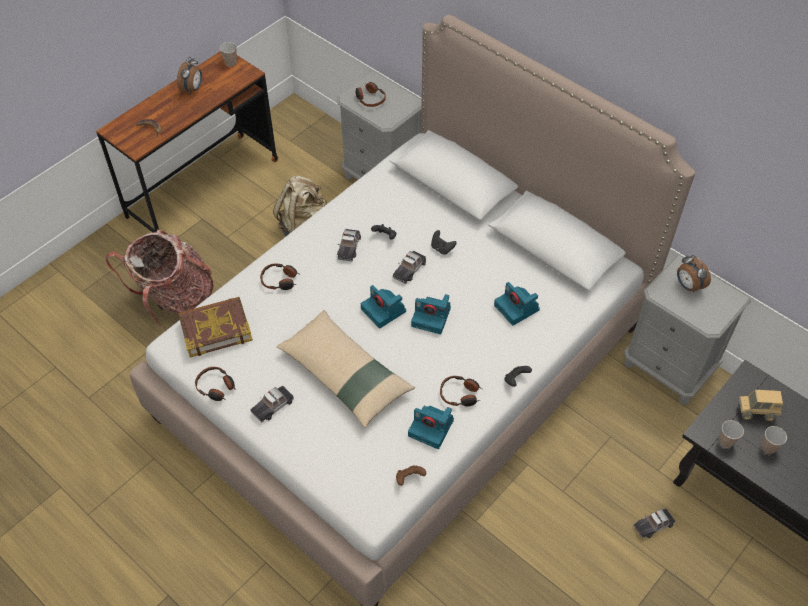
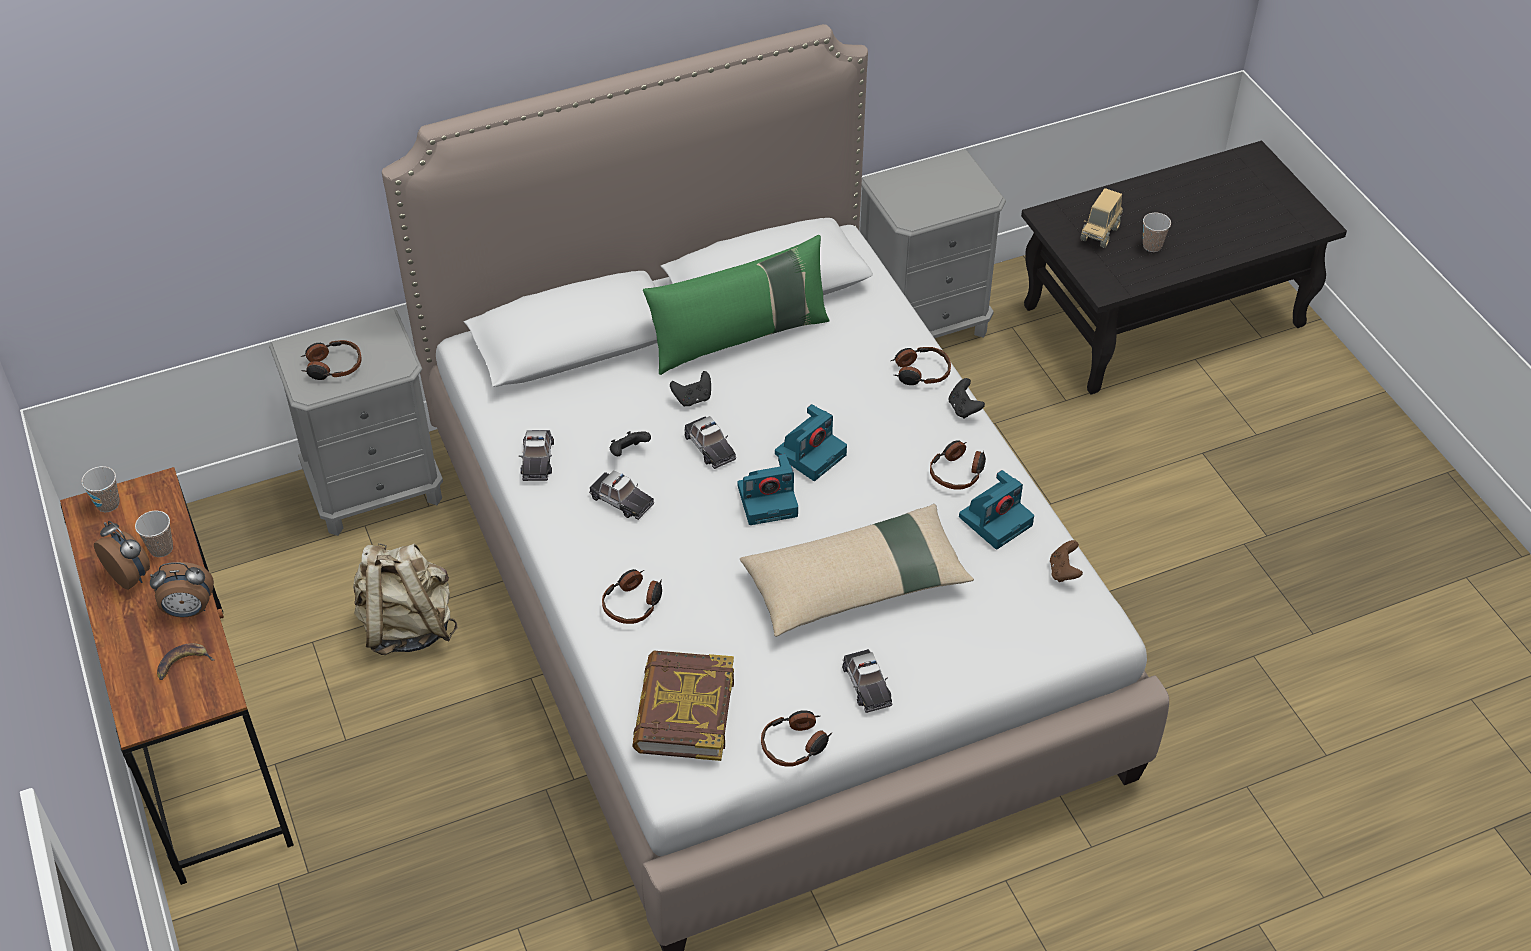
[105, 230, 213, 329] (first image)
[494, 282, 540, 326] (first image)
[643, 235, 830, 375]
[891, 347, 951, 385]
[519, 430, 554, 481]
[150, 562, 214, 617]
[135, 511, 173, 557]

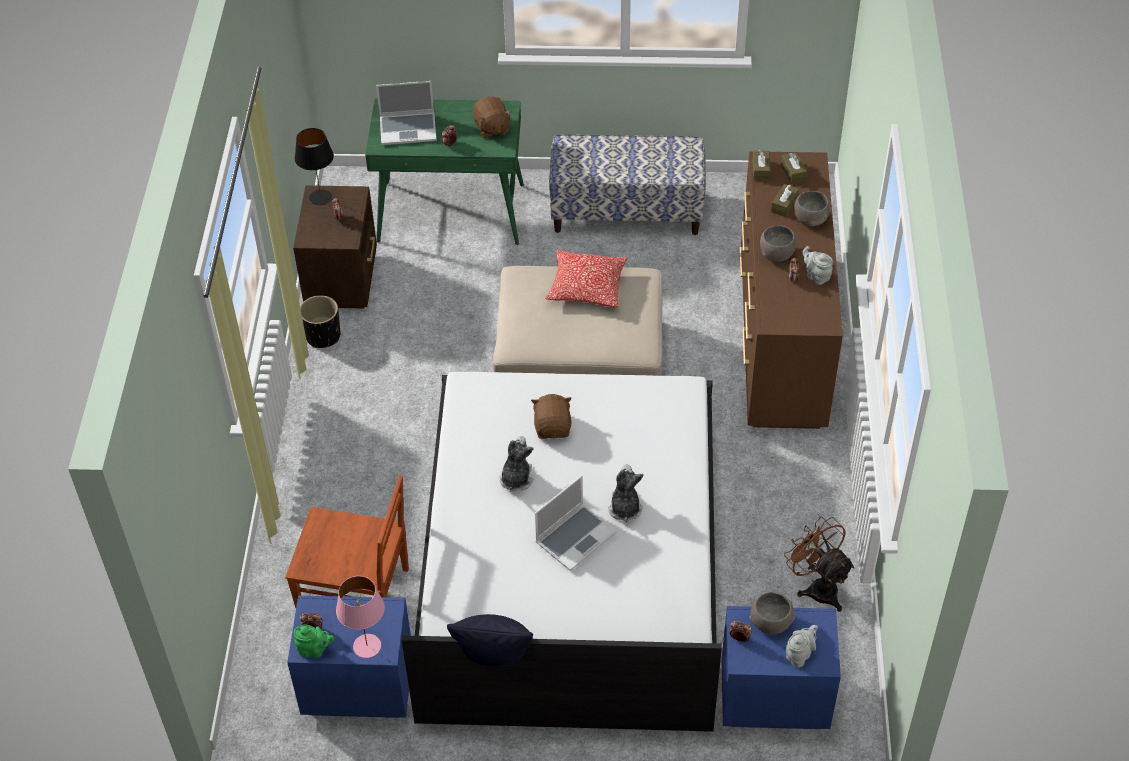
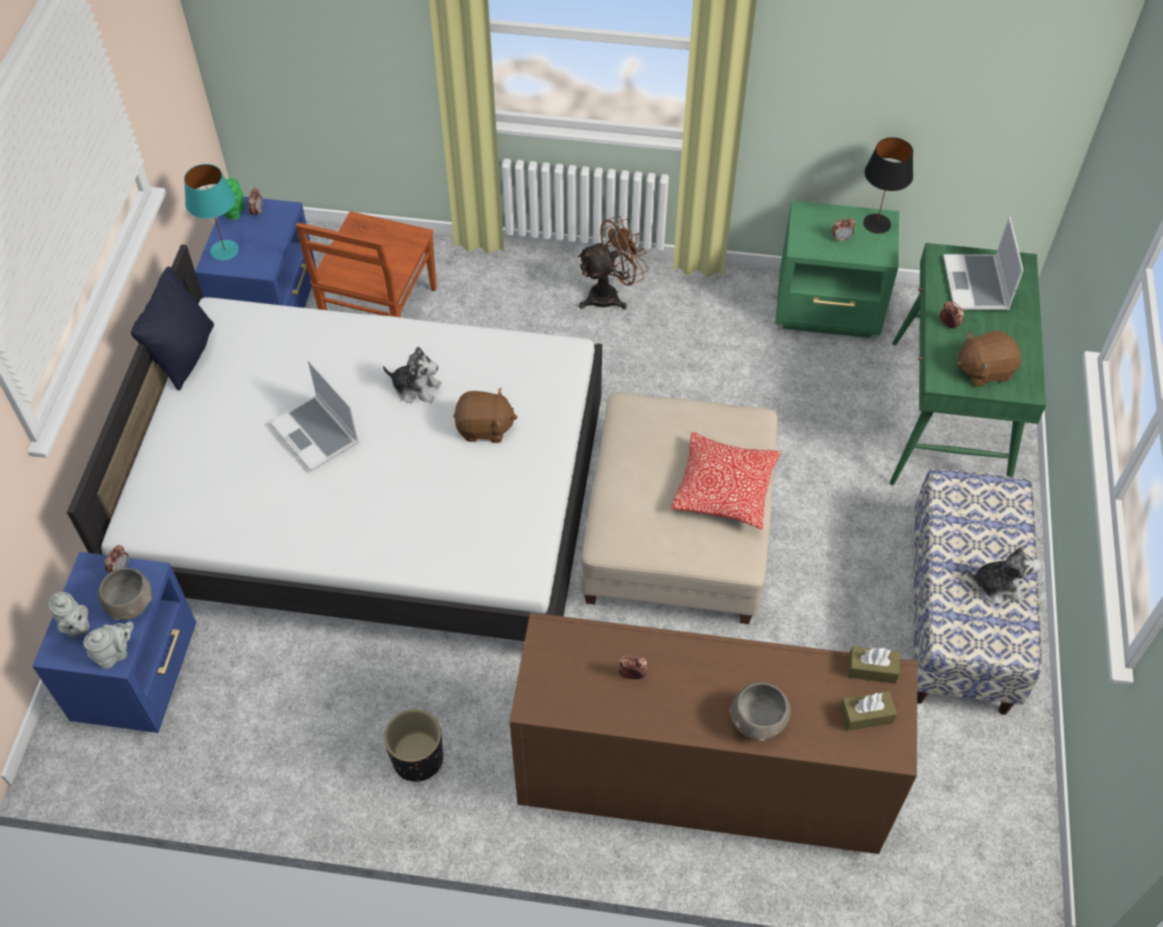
[760, 225, 797, 262] (first image)
[771, 184, 799, 217] (first image)
[384, 709, 443, 782]
[967, 546, 1042, 605]
[577, 216, 649, 309]
[83, 622, 134, 669]
[775, 200, 899, 338]
[184, 164, 239, 260]

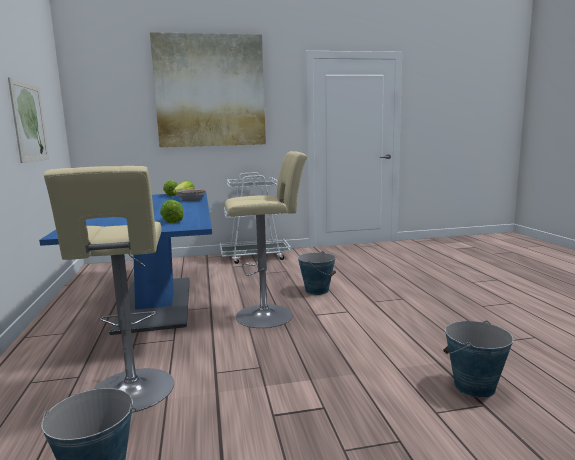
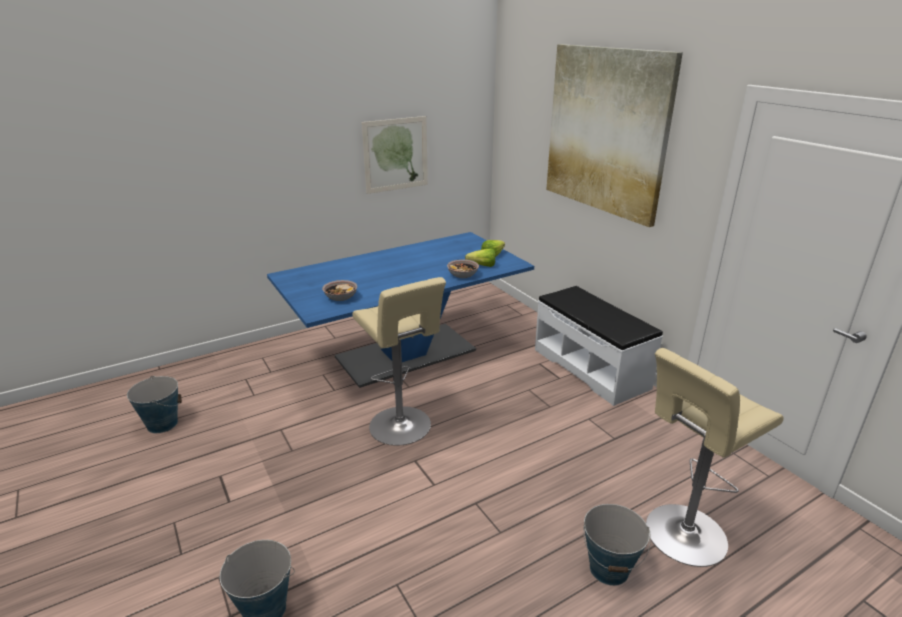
[646, 348, 783, 567]
[583, 504, 651, 586]
[322, 280, 357, 301]
[535, 286, 663, 406]

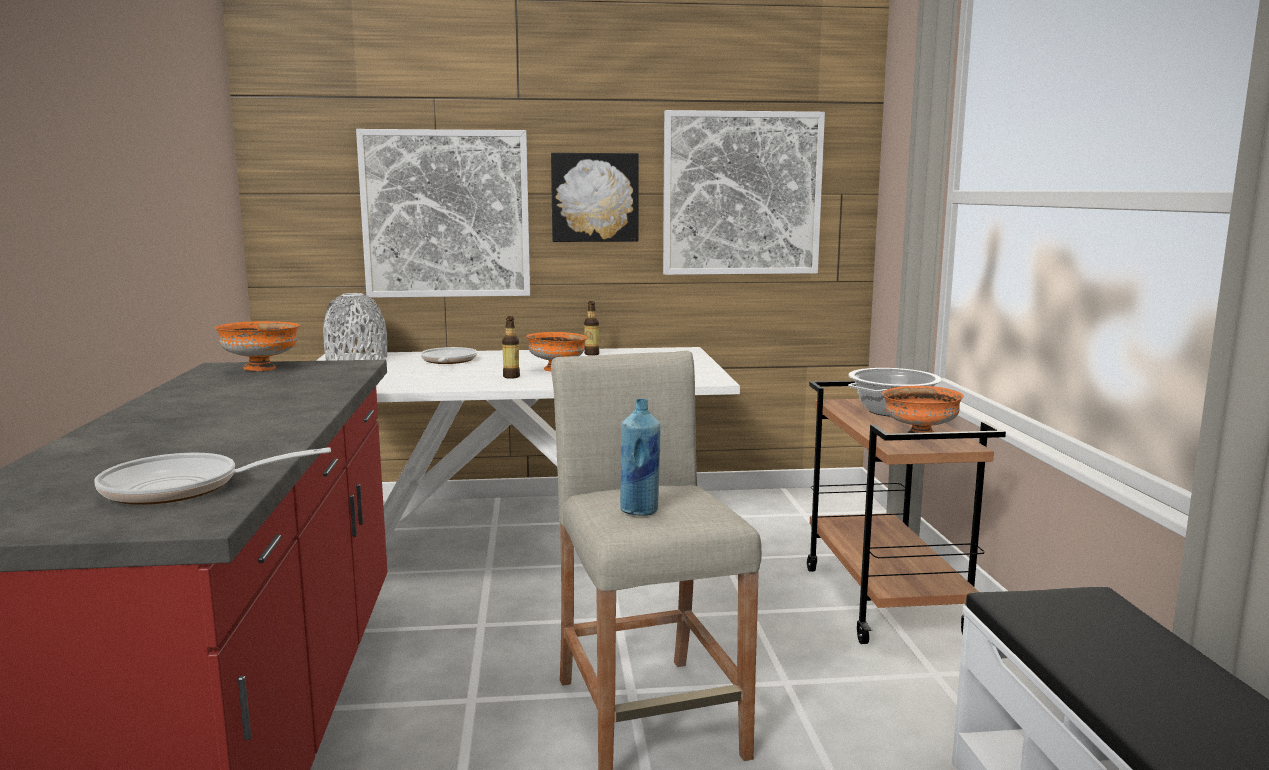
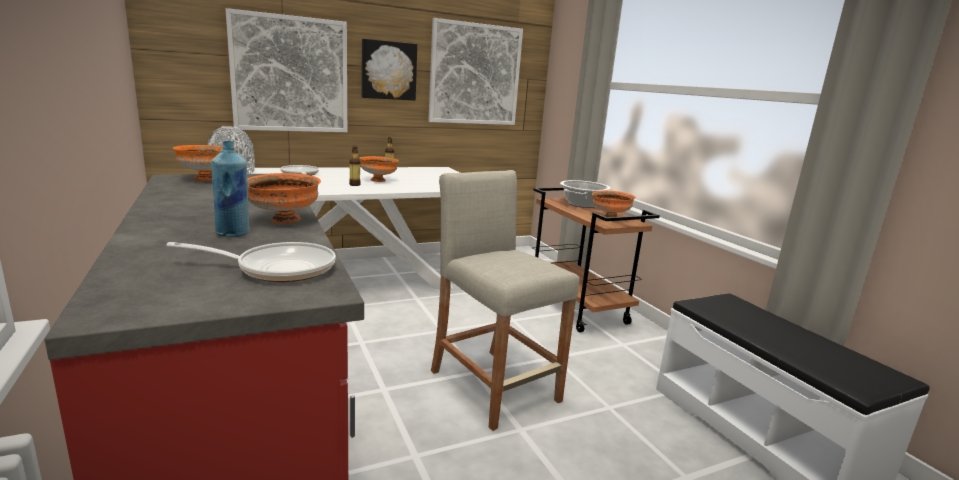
[247, 173, 321, 224]
[211, 141, 249, 237]
[166, 242, 336, 282]

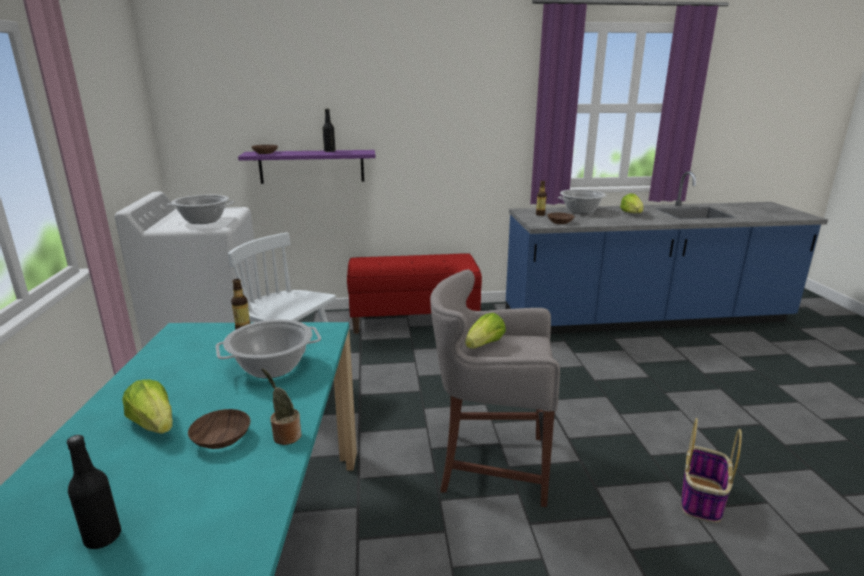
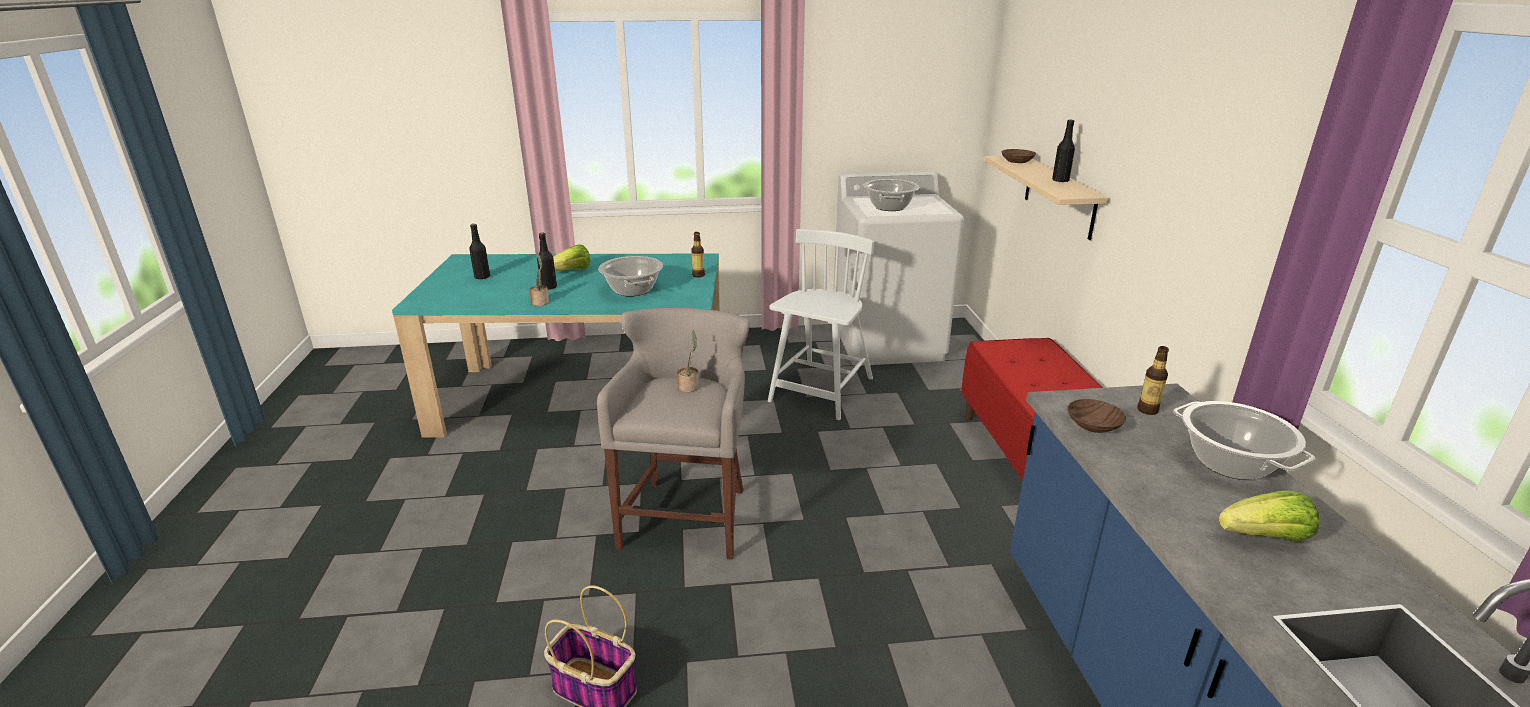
[537, 233, 557, 290]
[677, 331, 699, 393]
[984, 156, 1109, 240]

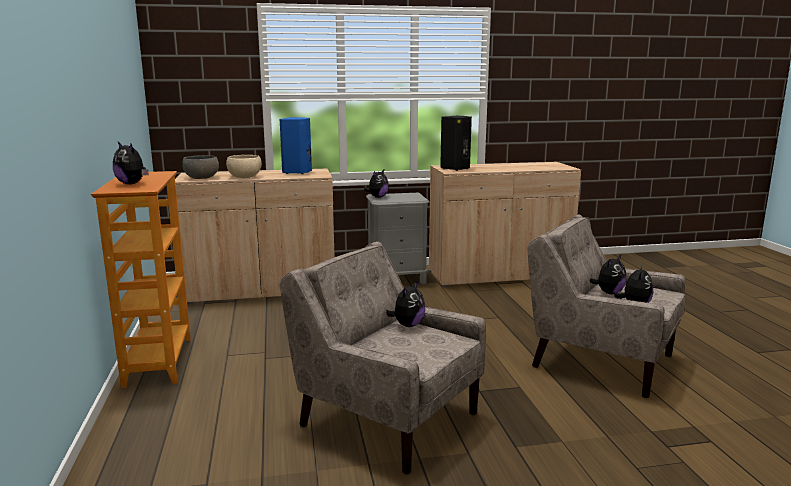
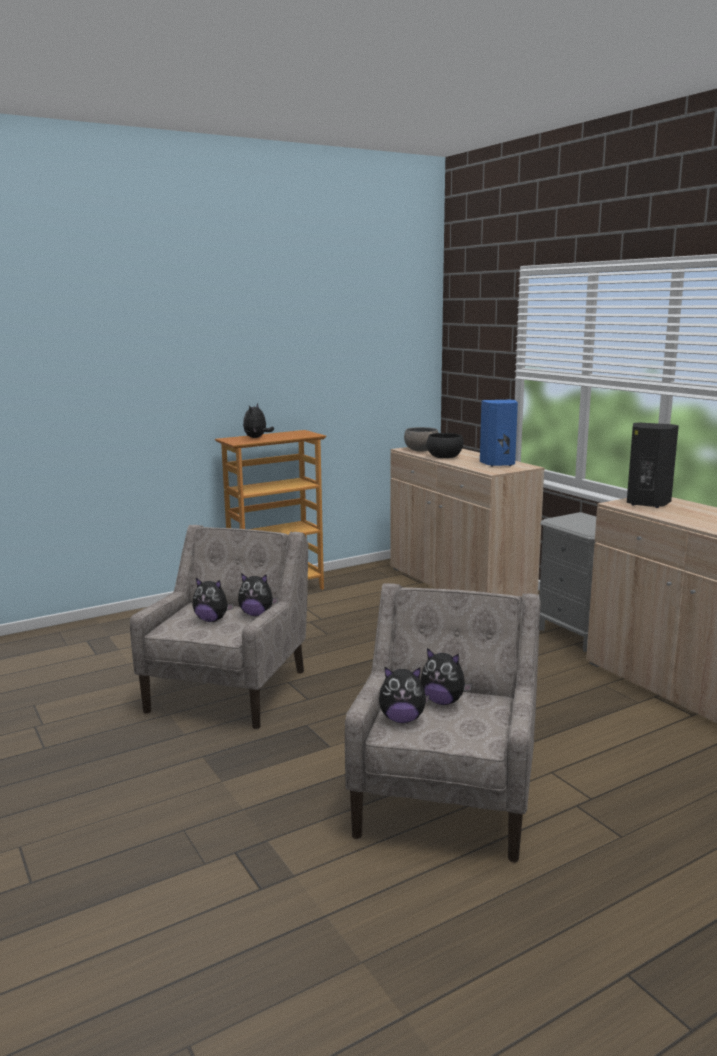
[192, 578, 234, 622]
[427, 433, 464, 458]

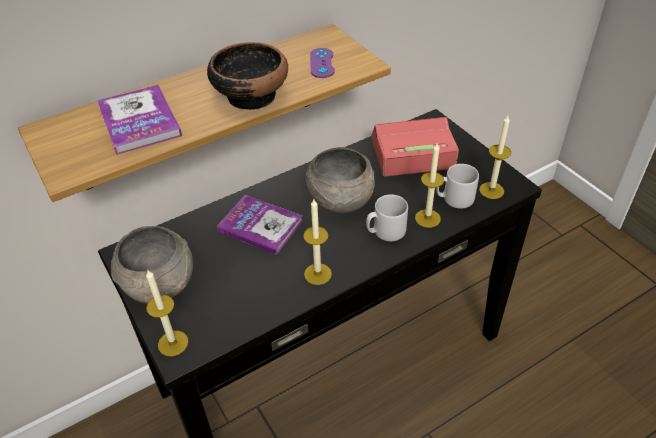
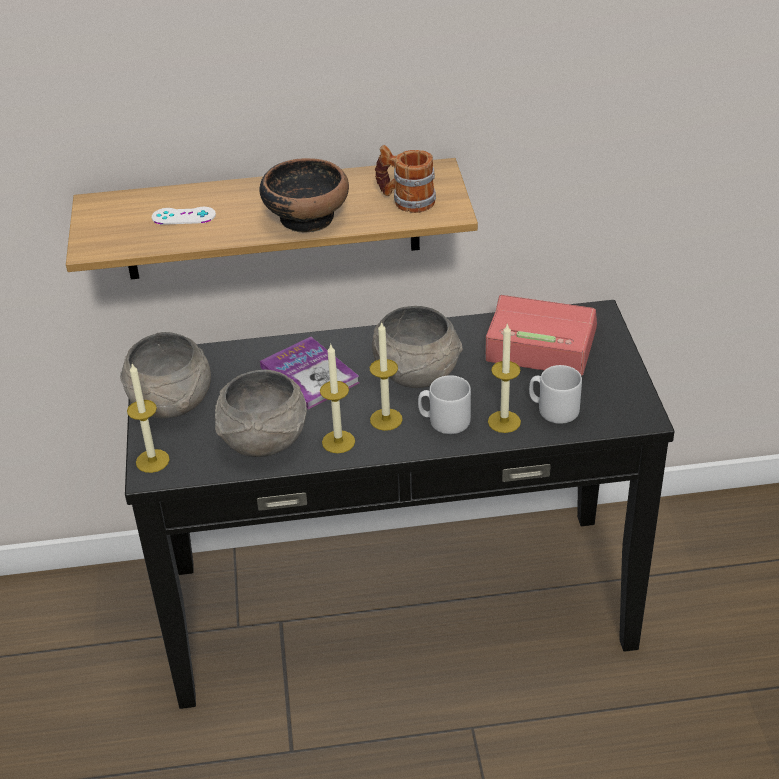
[215, 370, 307, 457]
[370, 321, 403, 431]
[152, 207, 216, 225]
[375, 145, 436, 213]

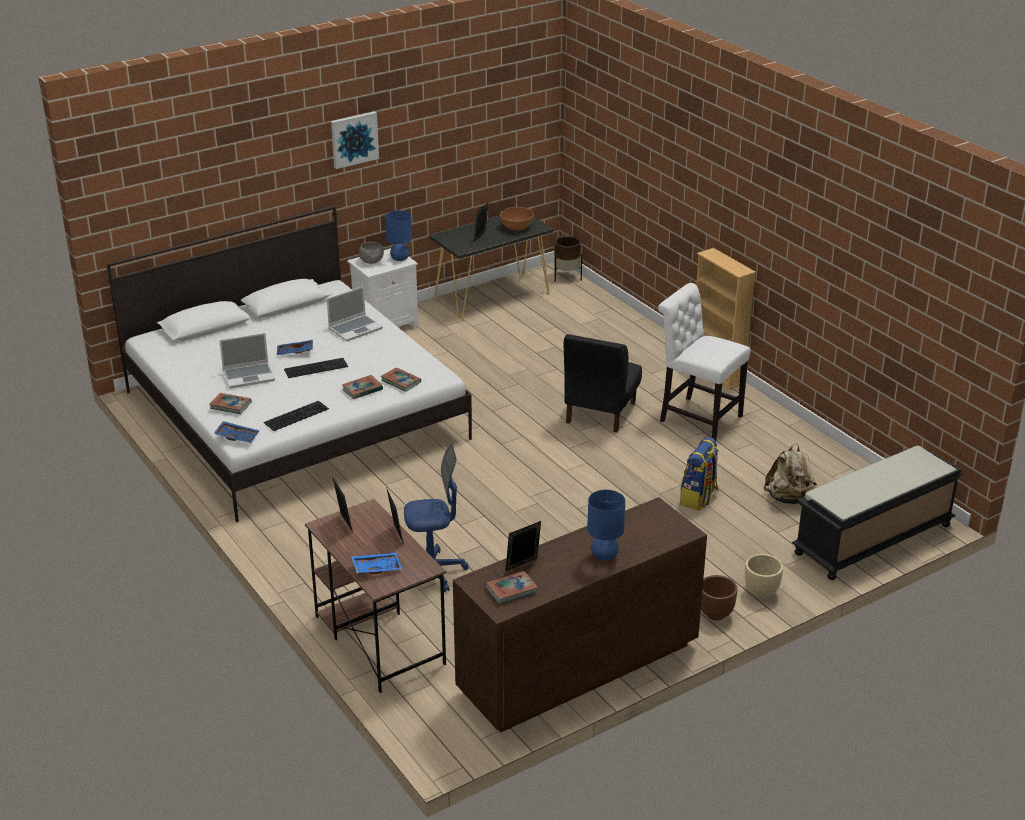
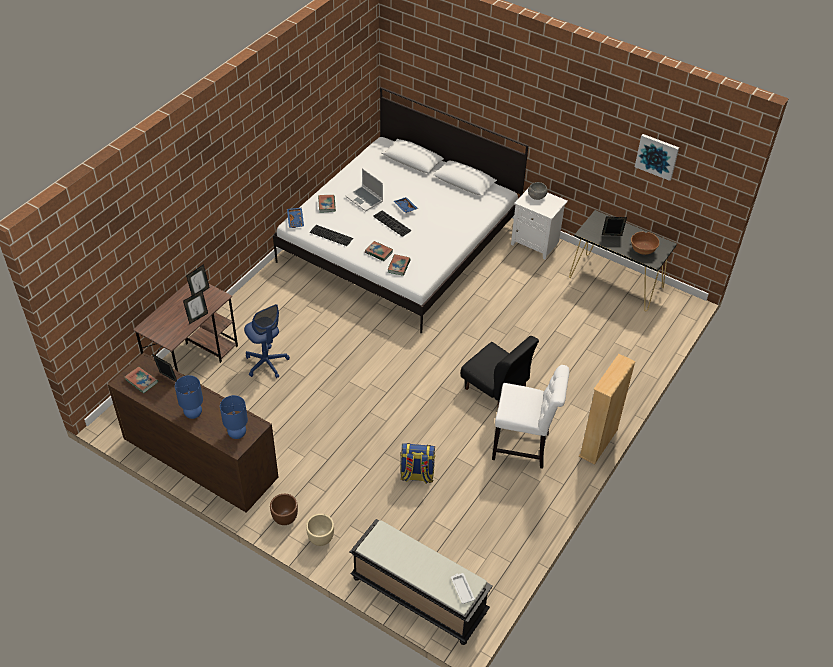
[327, 286, 383, 341] (first image)
[351, 553, 402, 574] (first image)
[554, 236, 582, 282] (first image)
[763, 443, 817, 506] (first image)
[451, 573, 475, 604]
[635, 134, 679, 181]
[220, 395, 248, 439]
[461, 336, 539, 406]
[492, 365, 569, 469]

